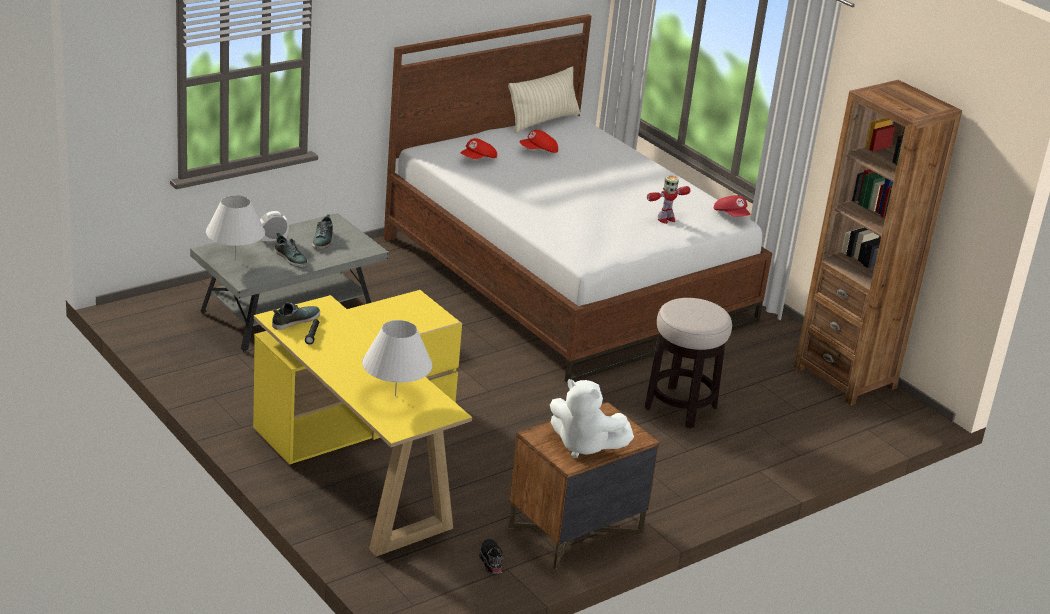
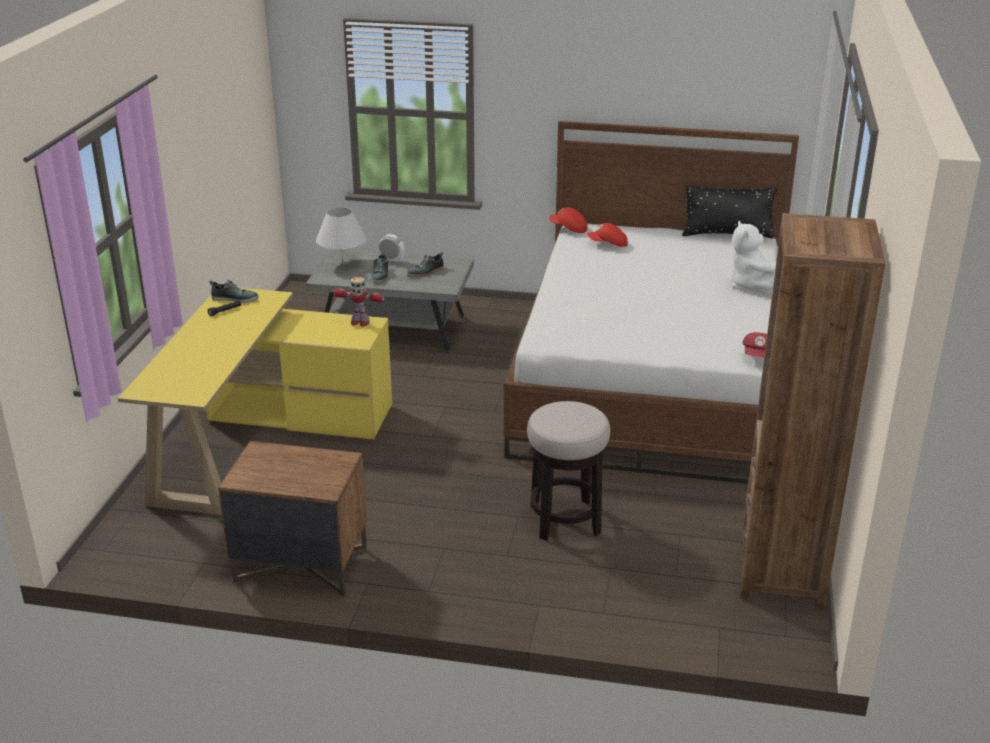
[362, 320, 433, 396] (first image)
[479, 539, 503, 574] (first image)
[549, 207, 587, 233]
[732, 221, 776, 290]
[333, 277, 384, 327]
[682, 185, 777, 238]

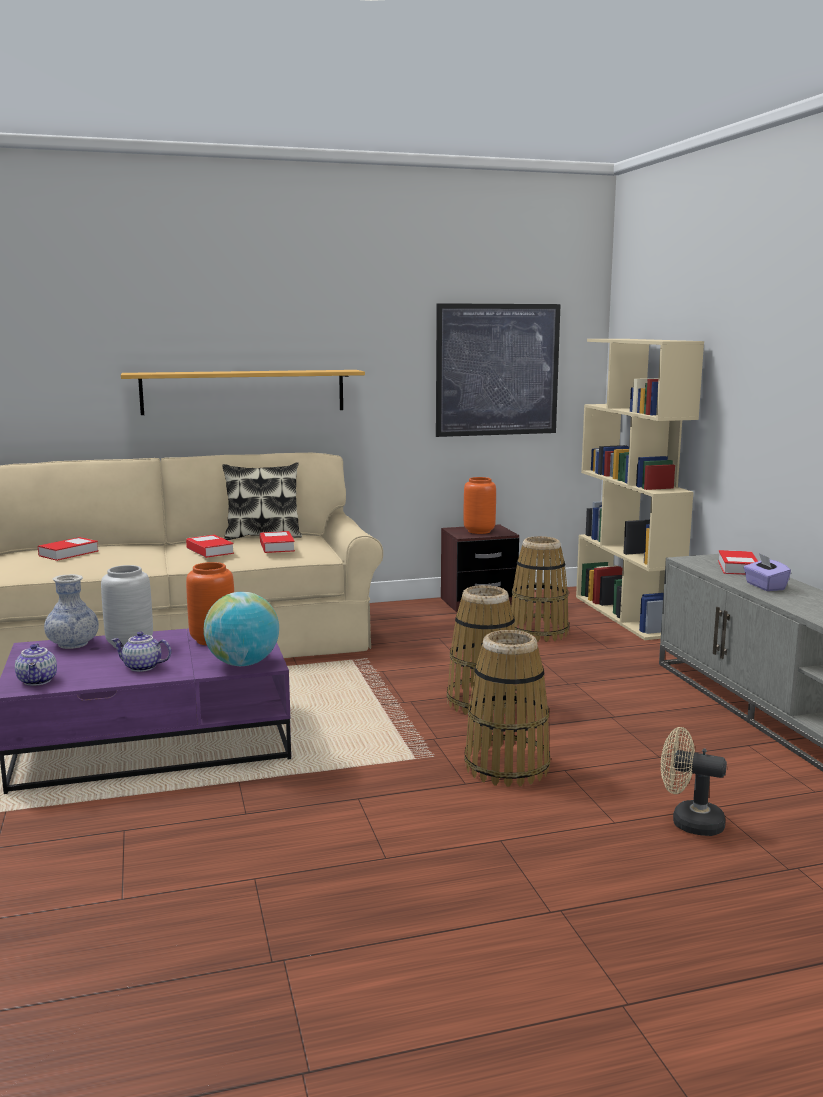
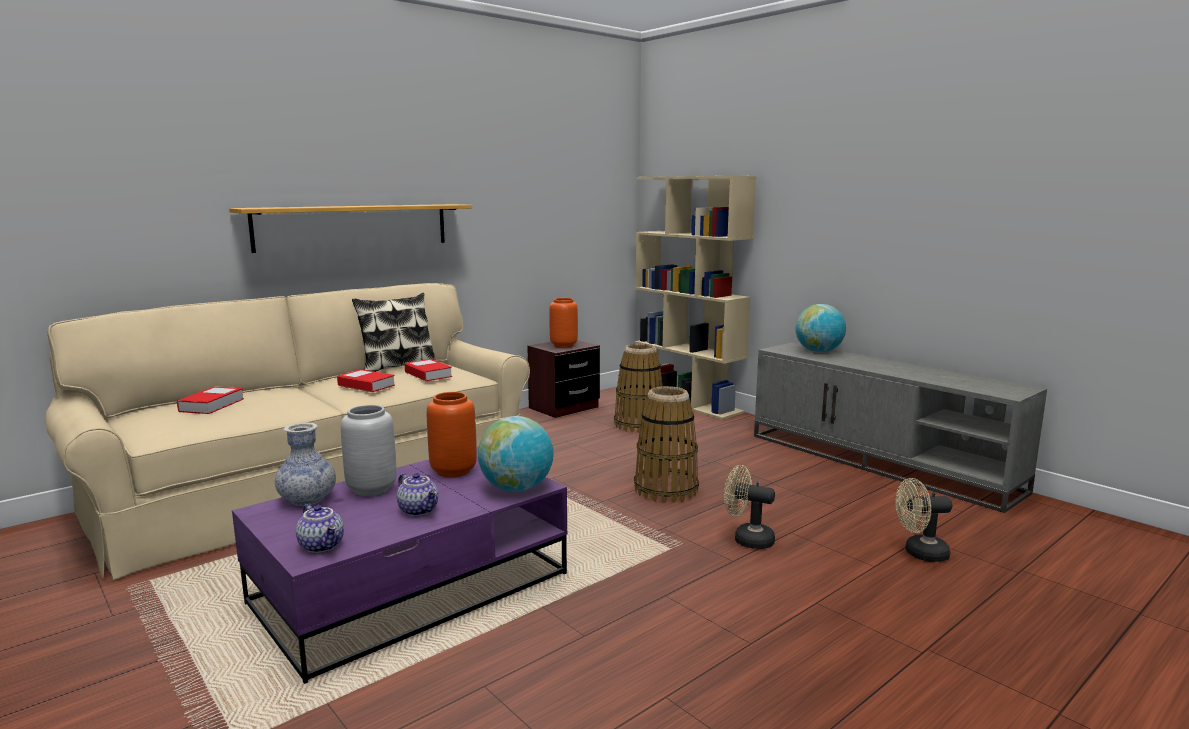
[436, 303, 561, 437] (first image)
[743, 553, 791, 591] (first image)
[724, 465, 775, 549]
[795, 304, 846, 353]
[397, 473, 438, 516]

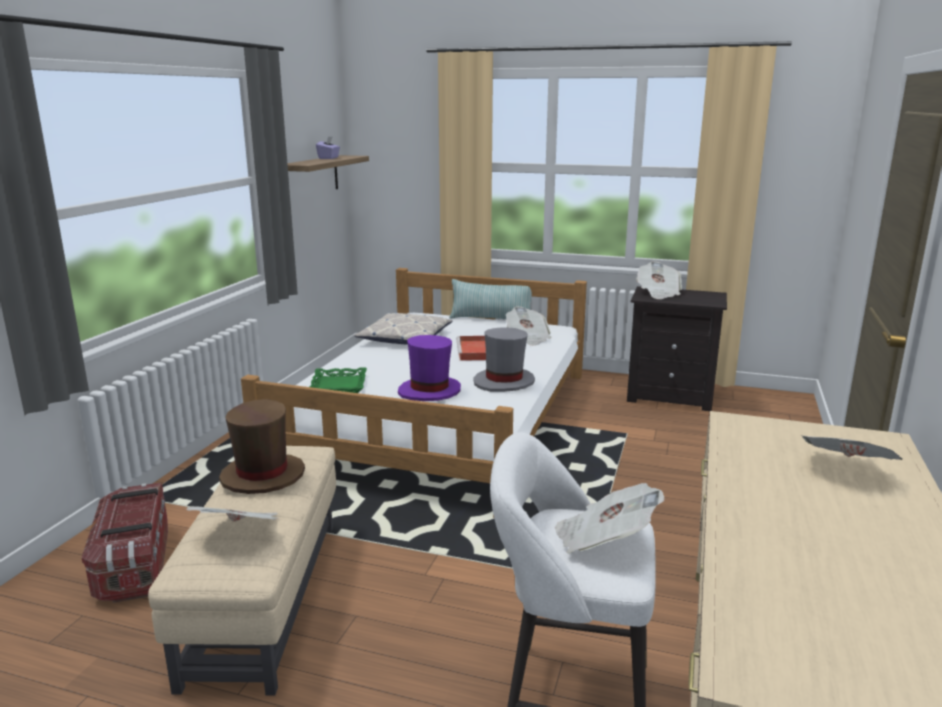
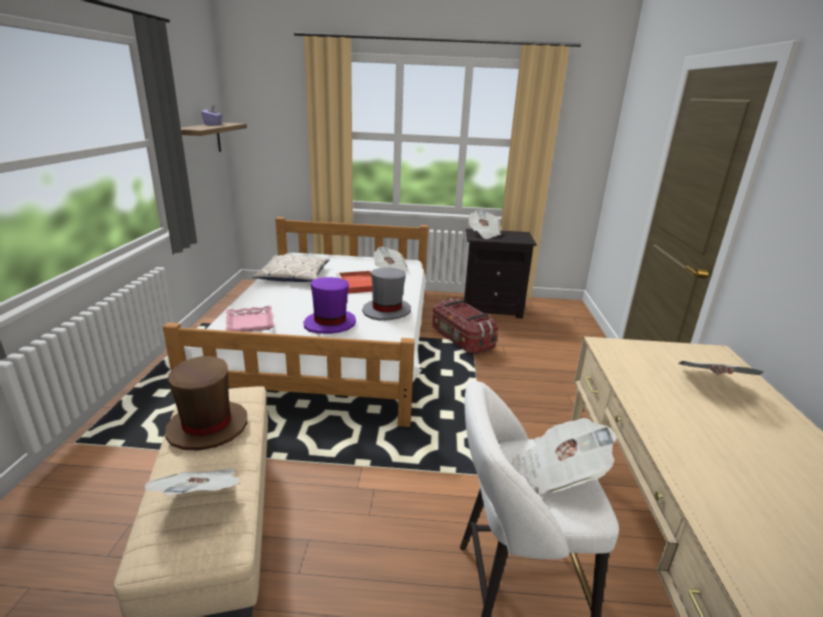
[449, 279, 532, 319] (first image)
[432, 298, 498, 355]
[225, 306, 274, 332]

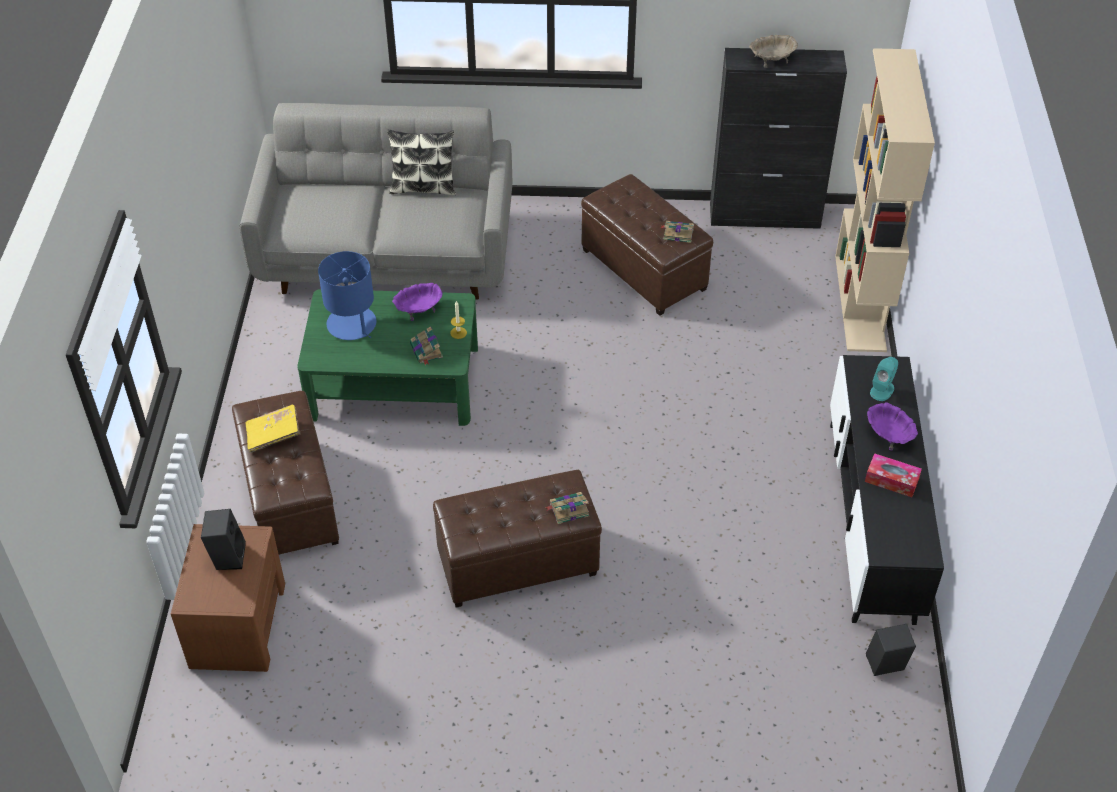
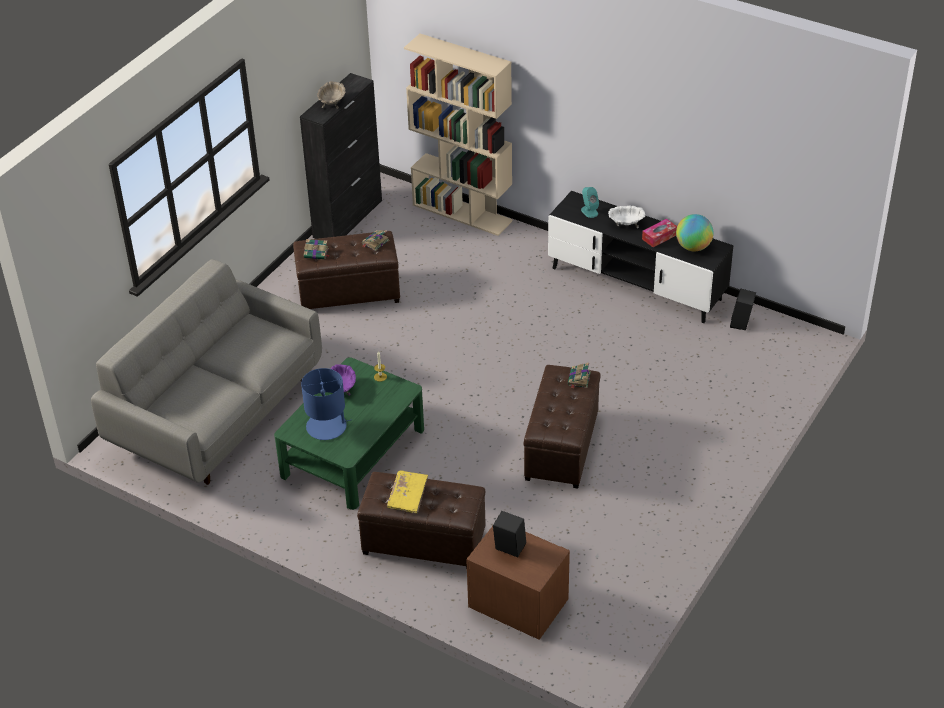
[387, 130, 456, 195] (first image)
[676, 214, 714, 251]
[304, 239, 330, 259]
[608, 206, 645, 228]

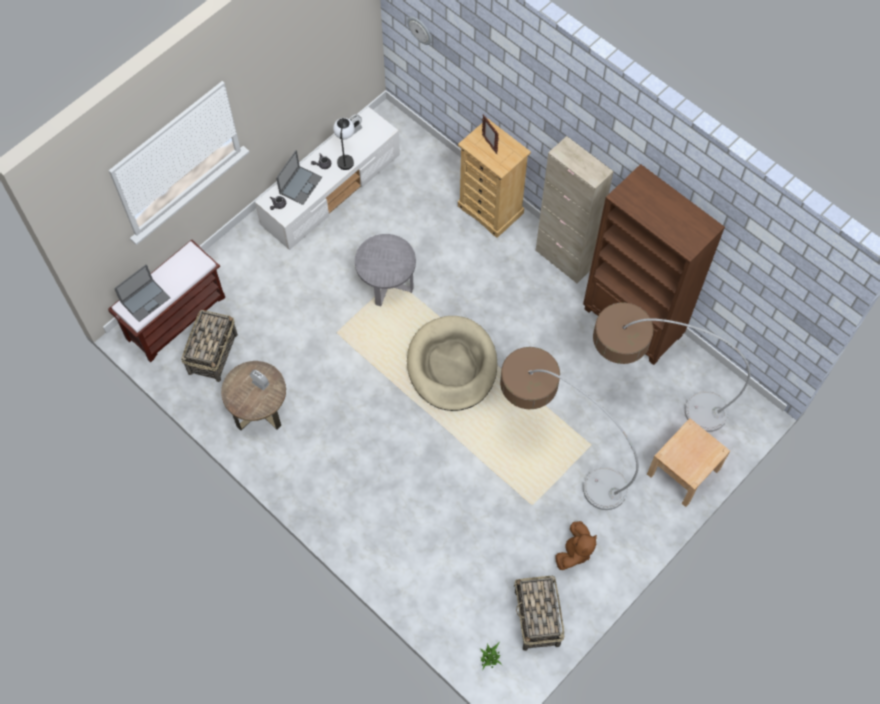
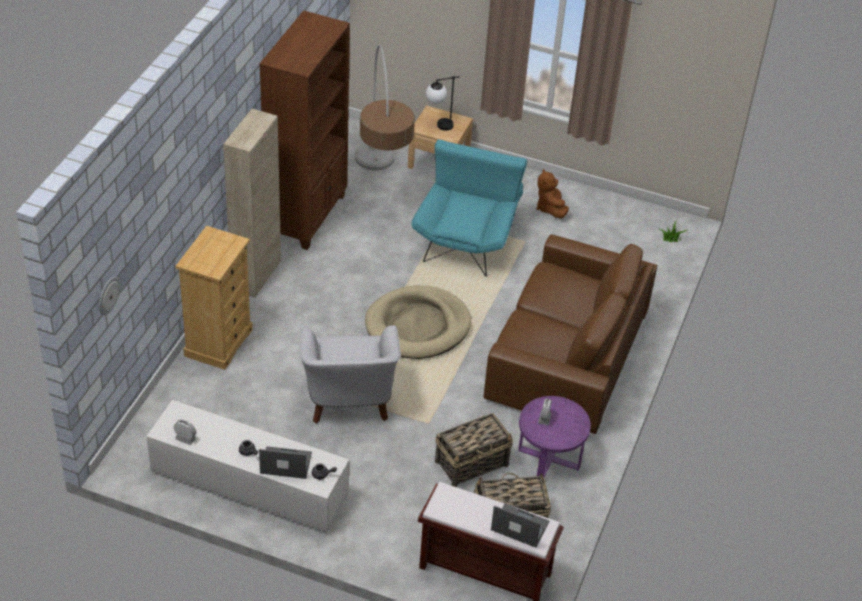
[482, 115, 499, 154] (first image)
[484, 234, 657, 434]
[426, 76, 460, 131]
[435, 413, 513, 487]
[299, 325, 401, 423]
[411, 139, 527, 277]
[518, 396, 591, 478]
[536, 169, 569, 219]

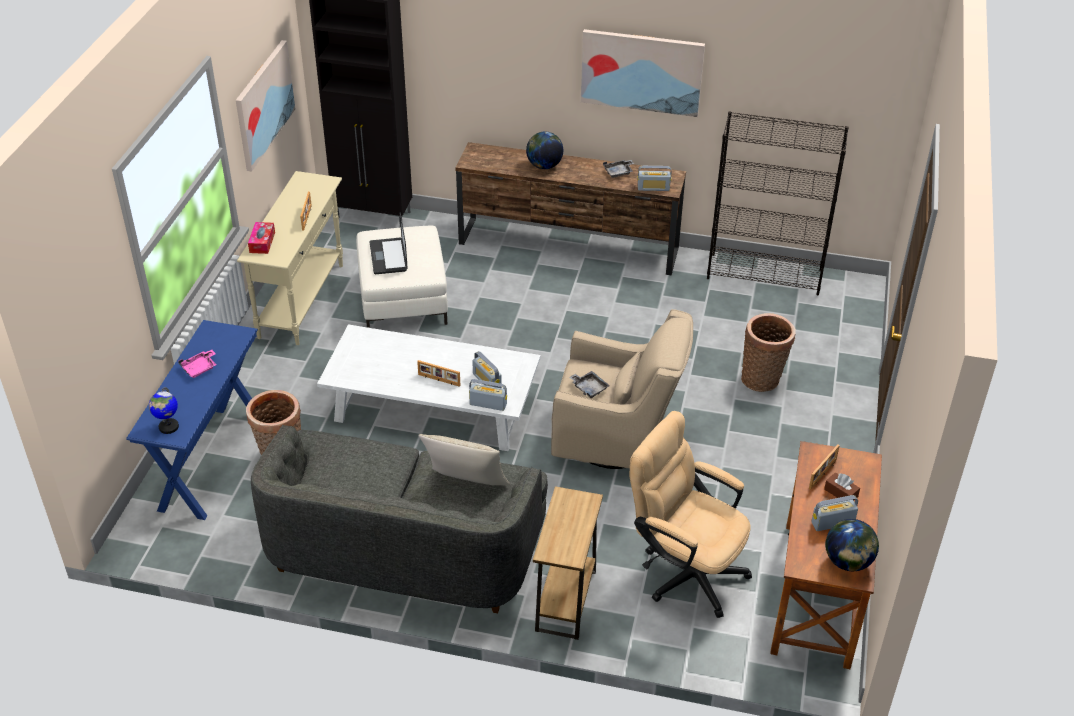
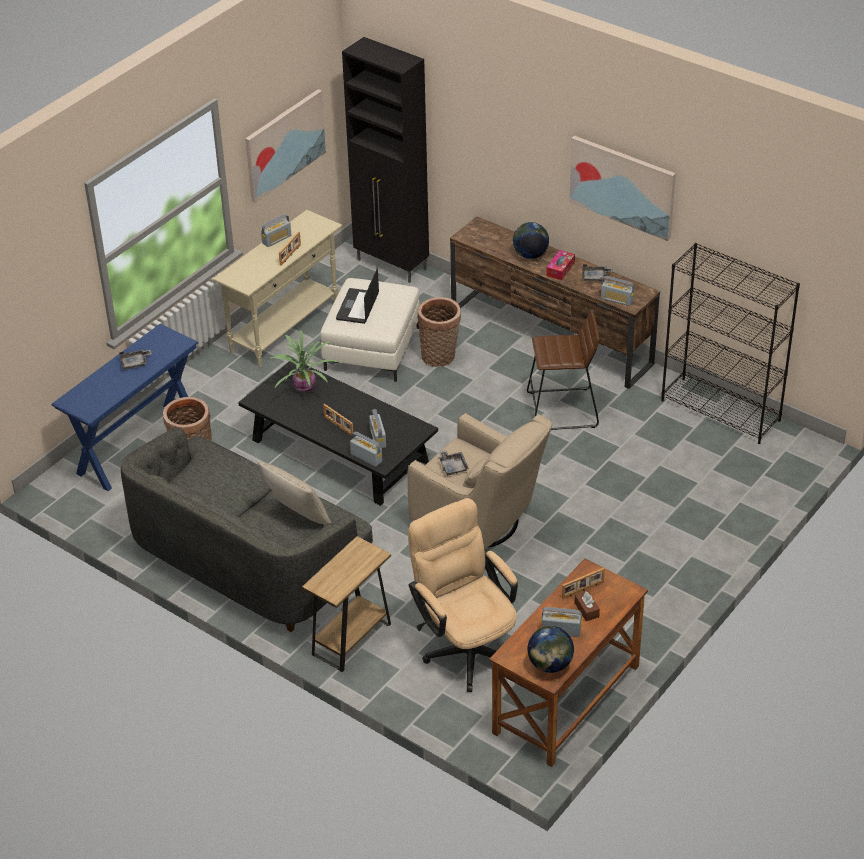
[149, 387, 179, 434] (first image)
[261, 214, 291, 247]
[270, 330, 338, 393]
[527, 309, 600, 430]
[546, 250, 575, 280]
[418, 297, 461, 367]
[119, 350, 152, 370]
[238, 359, 438, 506]

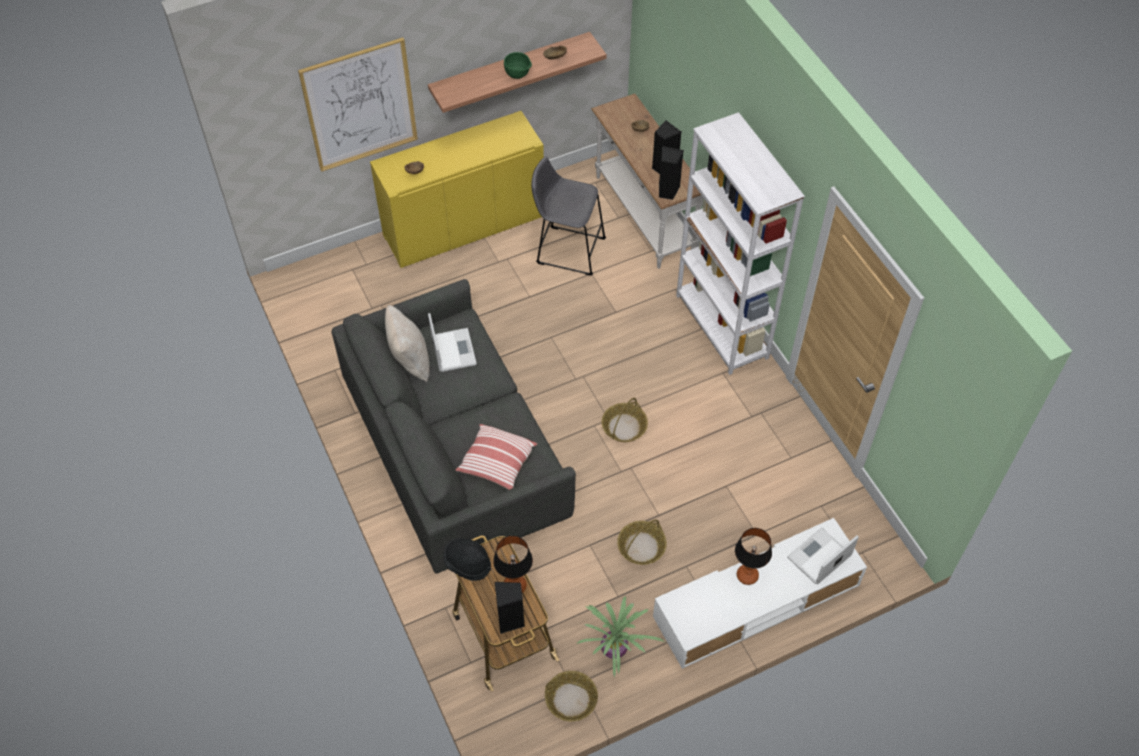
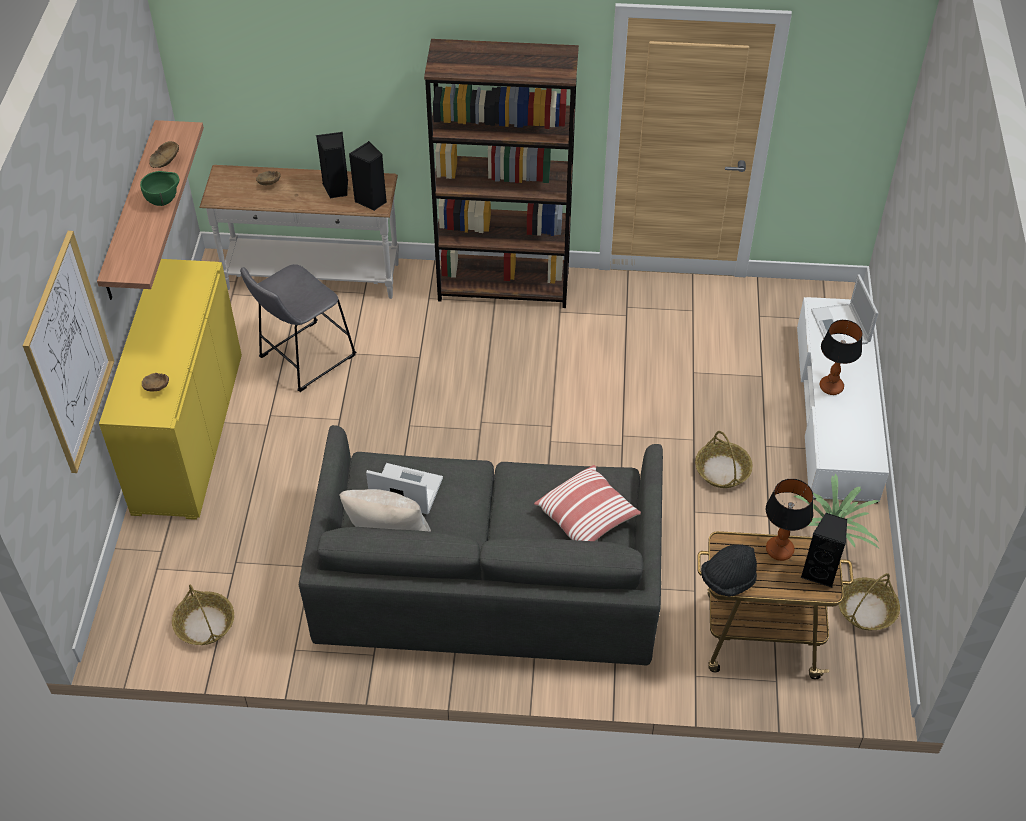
[172, 585, 234, 645]
[424, 39, 579, 308]

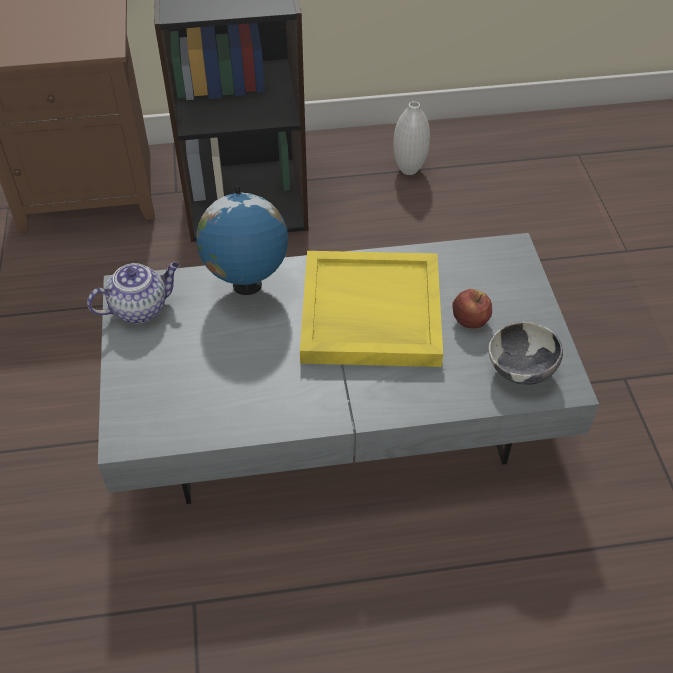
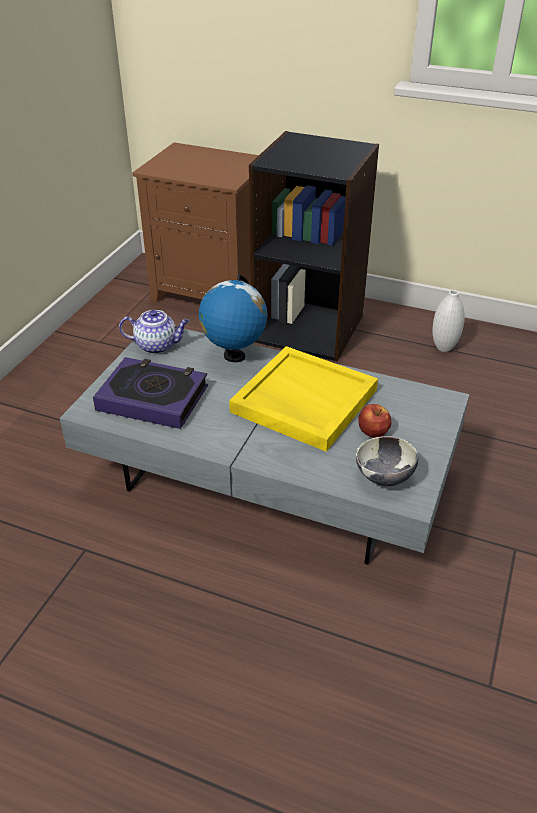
[93, 357, 208, 429]

